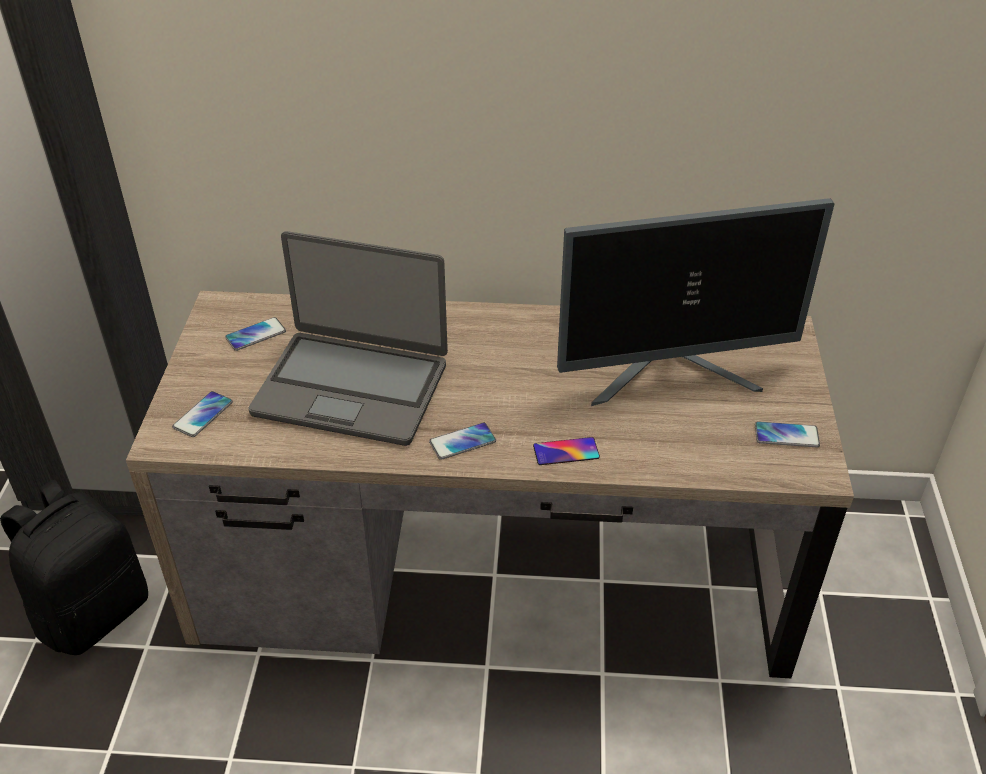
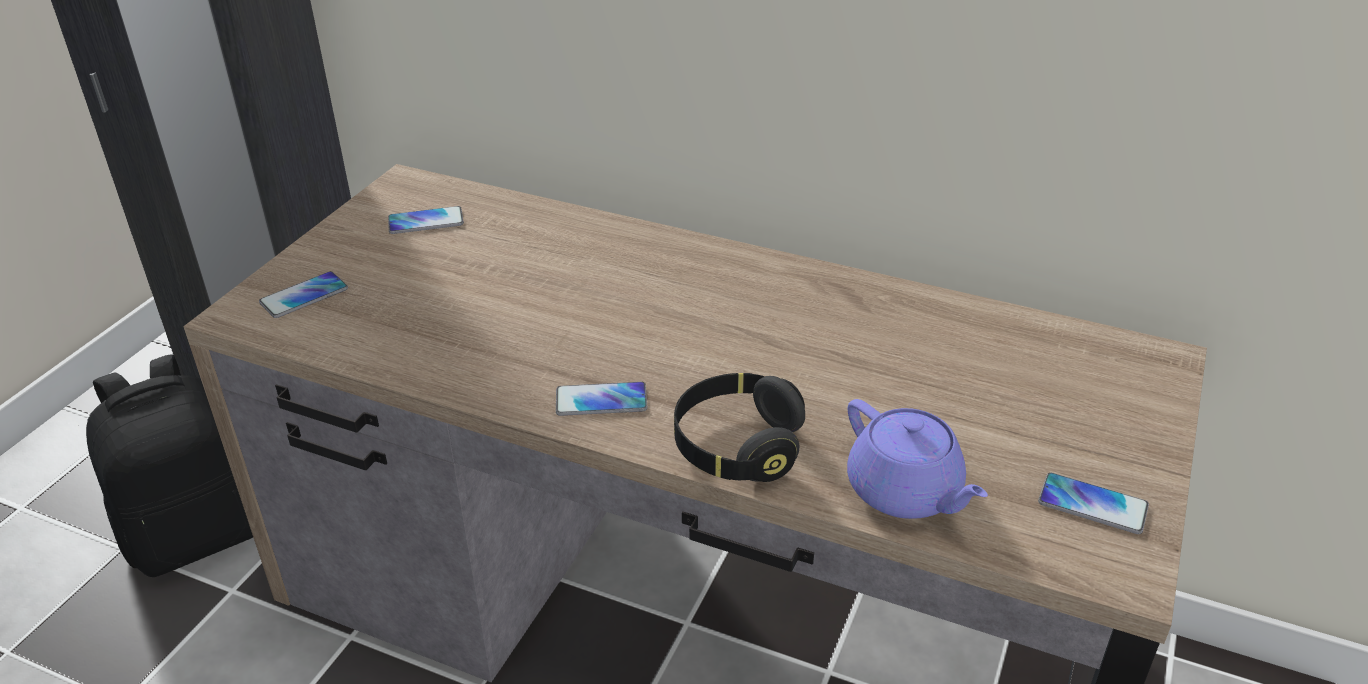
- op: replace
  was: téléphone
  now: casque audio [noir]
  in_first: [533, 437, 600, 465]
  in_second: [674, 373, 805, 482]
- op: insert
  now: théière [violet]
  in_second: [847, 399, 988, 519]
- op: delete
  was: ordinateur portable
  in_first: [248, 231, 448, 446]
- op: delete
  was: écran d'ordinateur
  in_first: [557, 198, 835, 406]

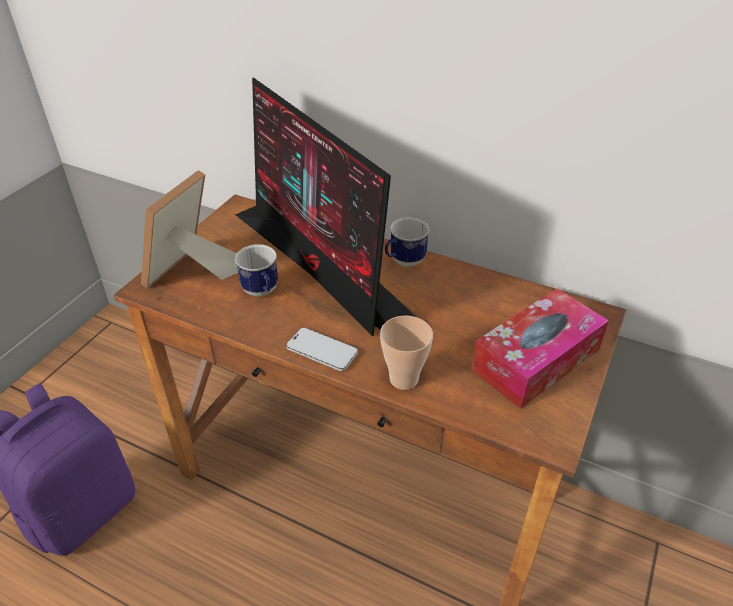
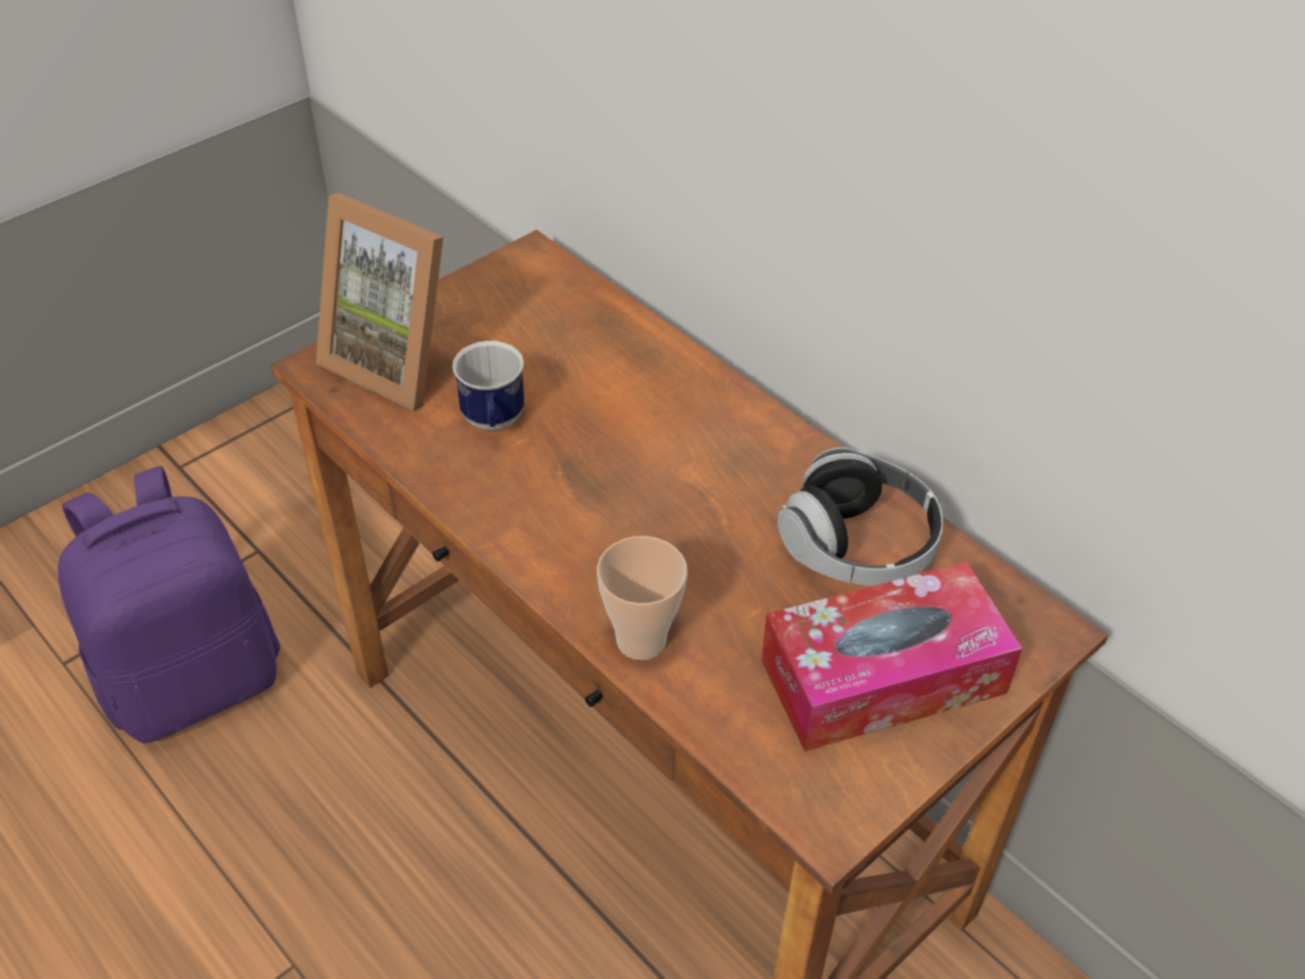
- op: rotate
  was: cadre photo
  in_first: [141, 170, 238, 289]
  in_second: [316, 193, 443, 411]
  clockwise: -105
- op: insert
  now: casque audio
  in_second: [778, 447, 943, 586]
- op: delete
  was: écran d'ordinateur
  in_first: [235, 78, 416, 336]
- op: delete
  was: téléphone
  in_first: [286, 327, 358, 371]
- op: delete
  was: mug
  in_first: [385, 217, 430, 267]

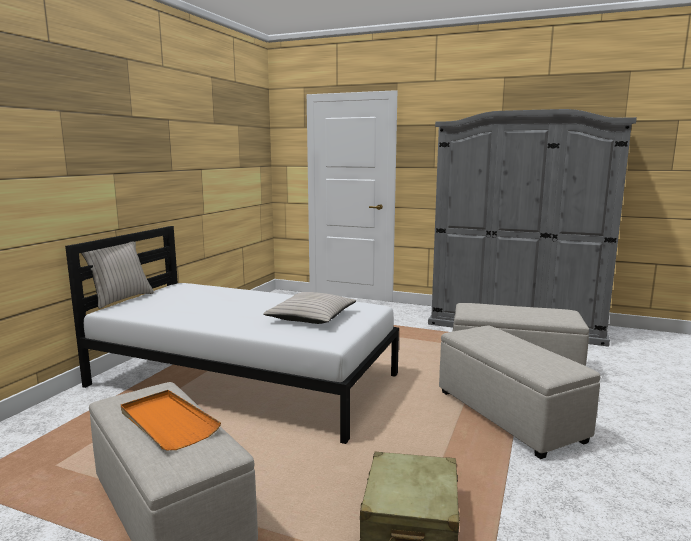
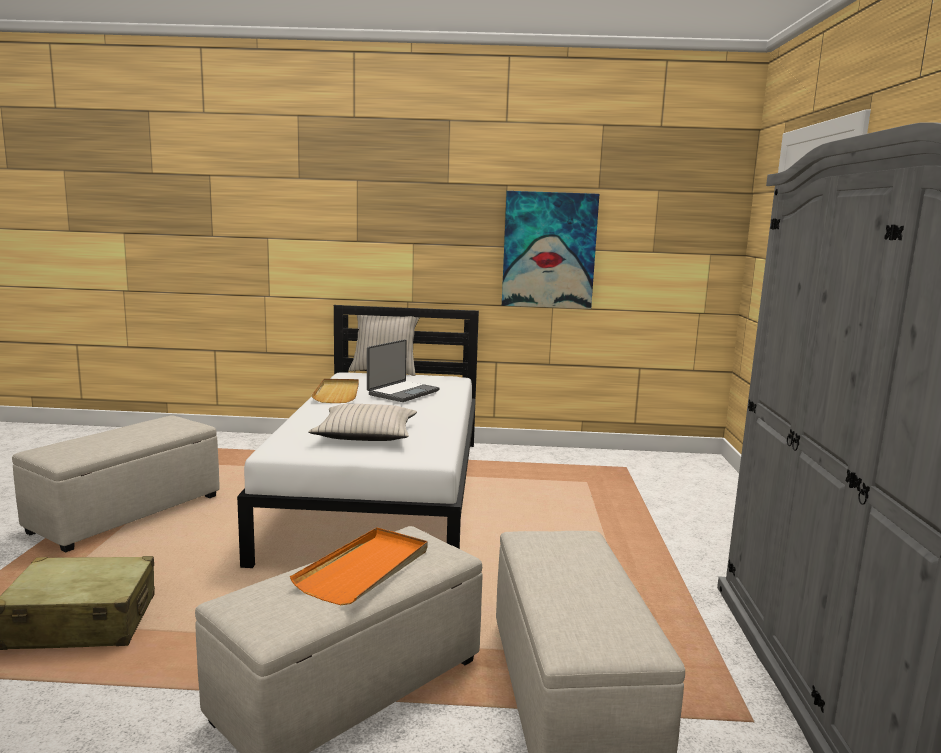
- op: move
  was: plateau [orange]
  in_first: [121, 390, 221, 450]
  in_second: [290, 527, 427, 605]
- op: insert
  now: plateau [beige]
  in_second: [311, 379, 359, 403]
- op: insert
  now: ordinateur portable
  in_second: [367, 339, 440, 402]
- op: insert
  now: tableau
  in_second: [502, 191, 599, 309]

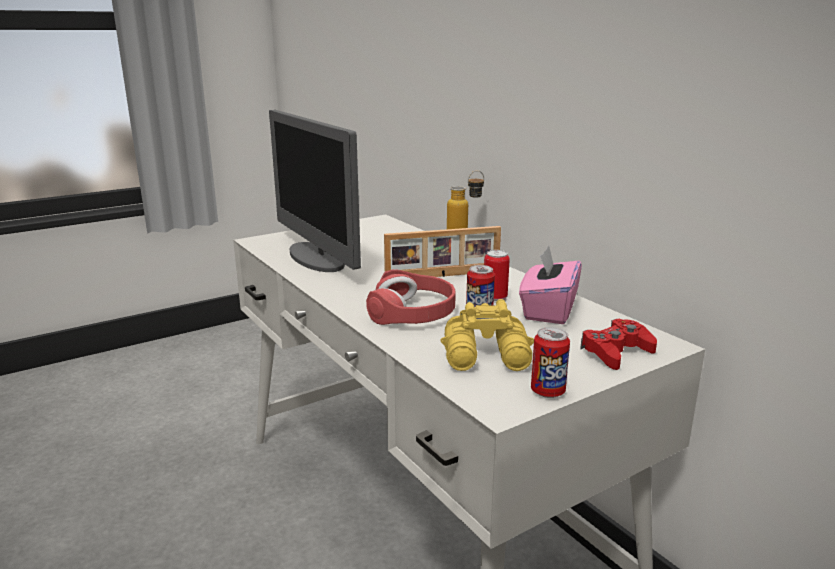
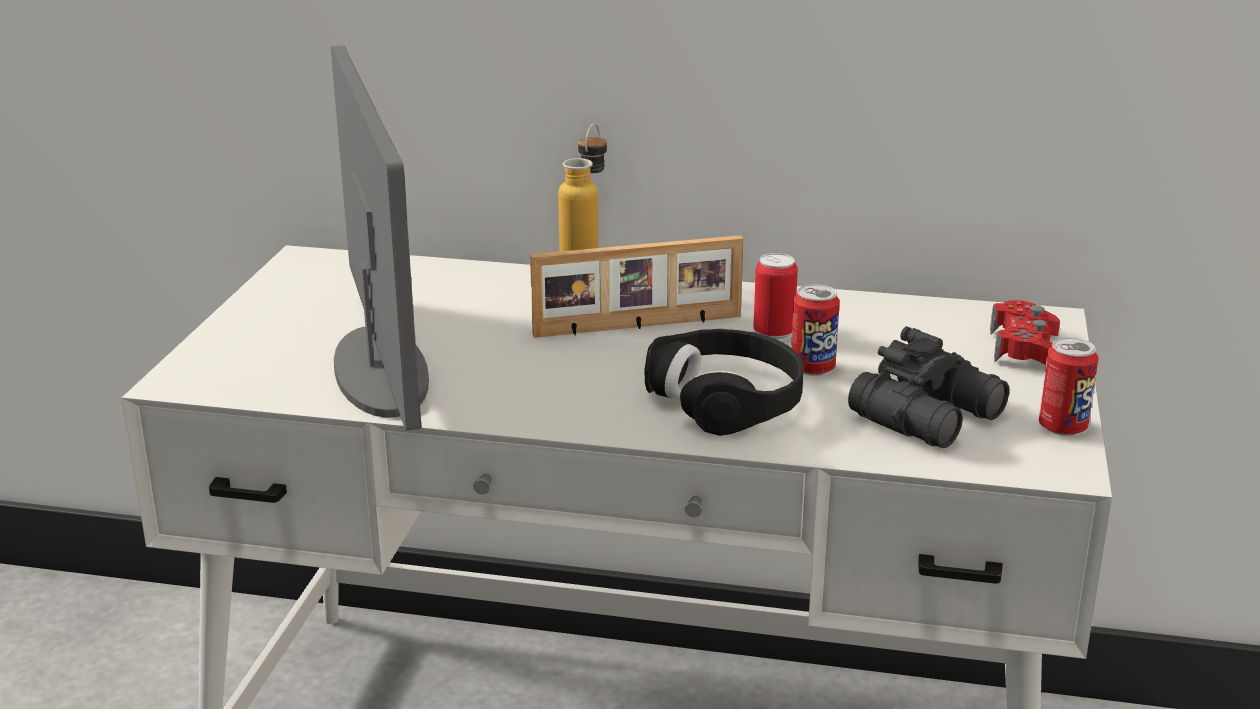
- op: rotate
  was: écran d'ordinateur
  in_first: [269, 110, 361, 272]
  in_second: [331, 45, 429, 431]
  clockwise: -120
- op: rotate
  was: cadre photo
  in_first: [384, 226, 501, 277]
  in_second: [530, 235, 743, 338]
  clockwise: 45
- op: recolor
  was: casque audio [rouge]
  now: casque audio [noir]
  in_first: [366, 269, 456, 325]
  in_second: [644, 329, 804, 436]
- op: recolor
  was: jumelles [jaune]
  now: jumelles [noir]
  in_first: [440, 299, 534, 371]
  in_second: [848, 326, 1009, 448]
- op: delete
  was: boîte à mouchoirs [rose]
  in_first: [519, 246, 582, 324]

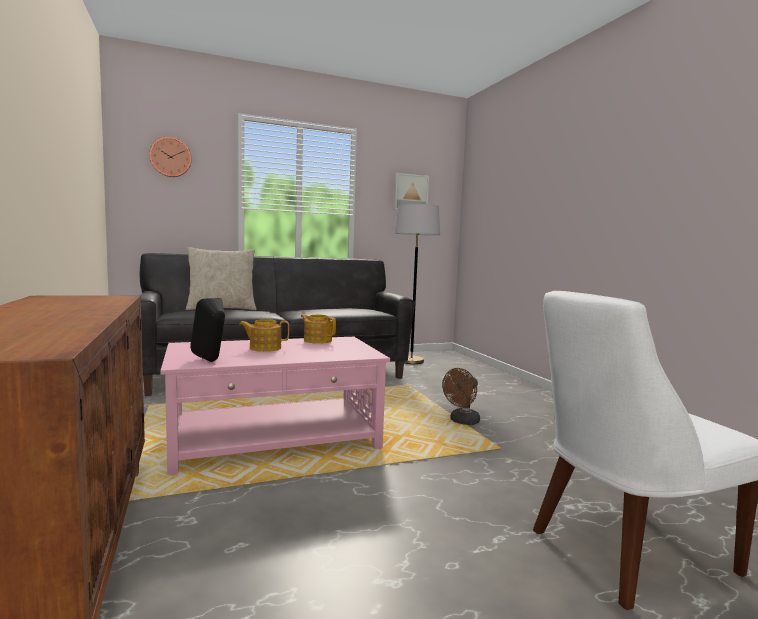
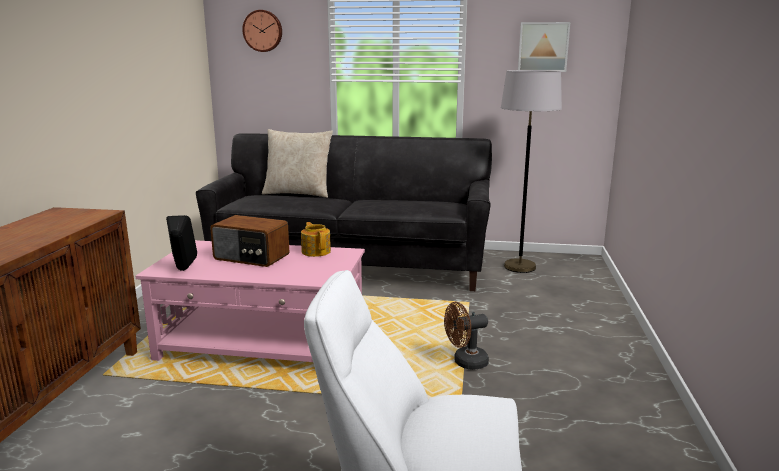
- op: replace
  was: théière
  now: radio
  in_first: [239, 319, 289, 352]
  in_second: [210, 215, 289, 267]

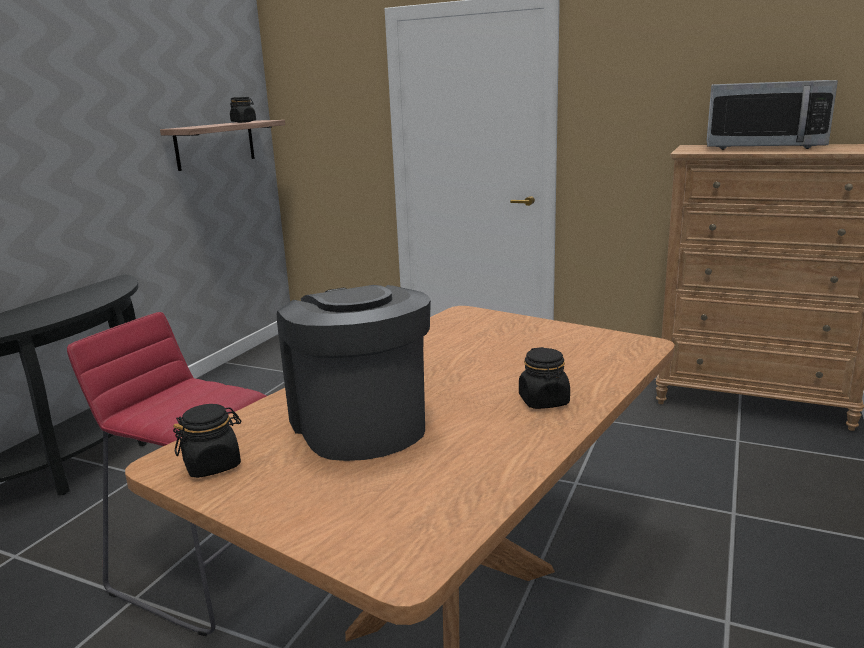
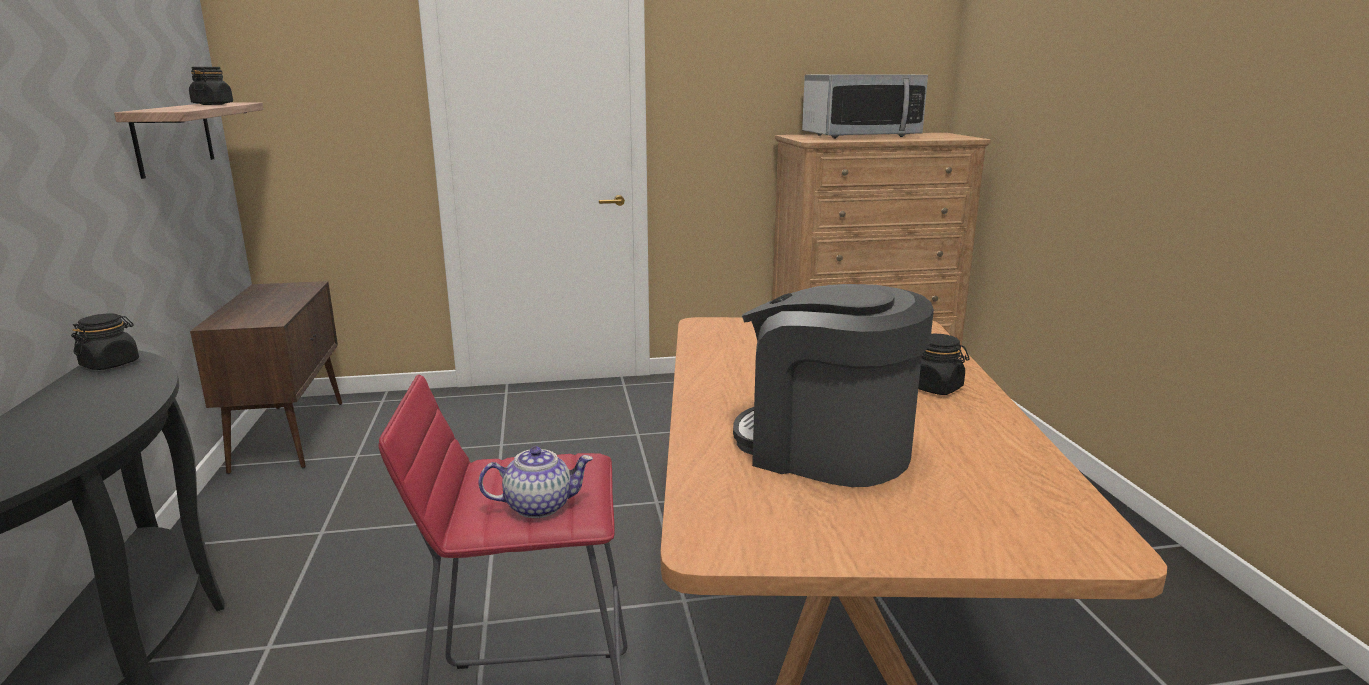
- op: move
  was: bocal [noir]
  in_first: [173, 404, 241, 478]
  in_second: [71, 313, 139, 370]
- op: insert
  now: meuble de rangement [marron]
  in_second: [190, 281, 342, 474]
- op: insert
  now: théière
  in_second: [478, 446, 593, 518]

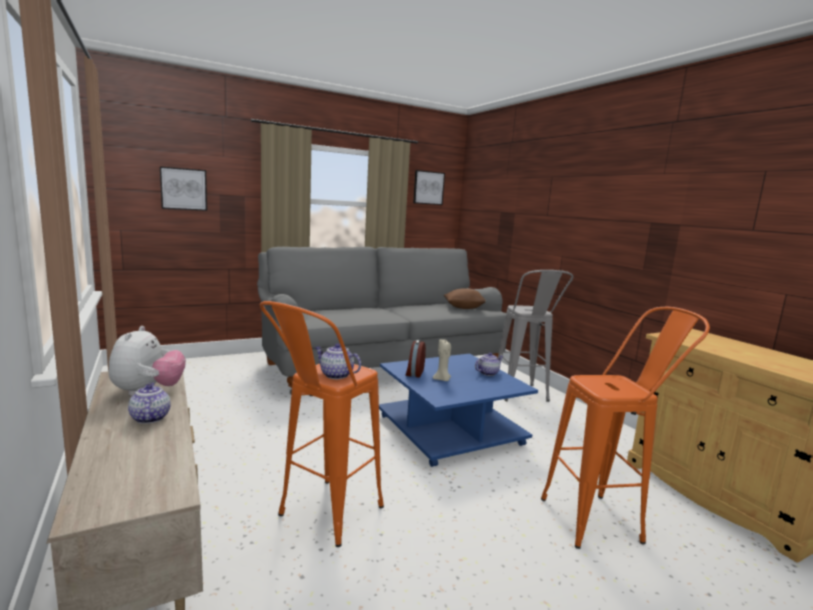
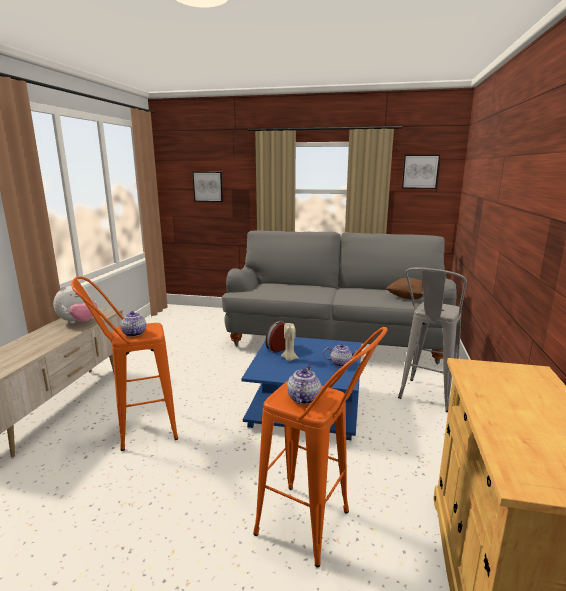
- op: move
  was: théière
  in_first: [128, 383, 171, 424]
  in_second: [287, 365, 321, 404]

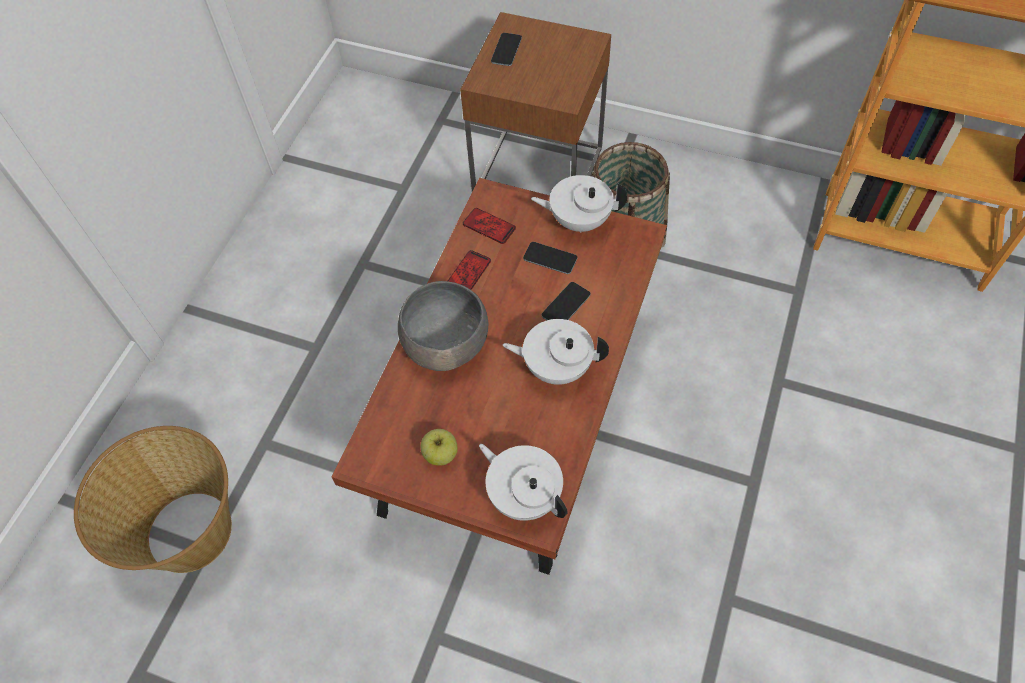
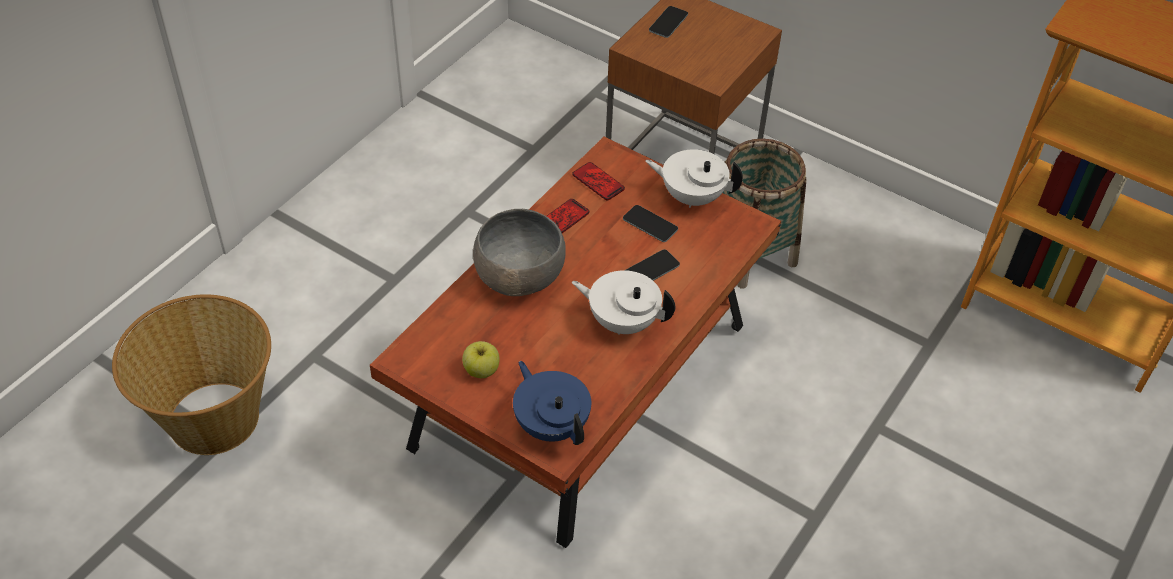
- op: recolor
  was: théière [blanc]
  now: théière [bleu]
  in_first: [479, 444, 568, 521]
  in_second: [513, 361, 591, 445]

